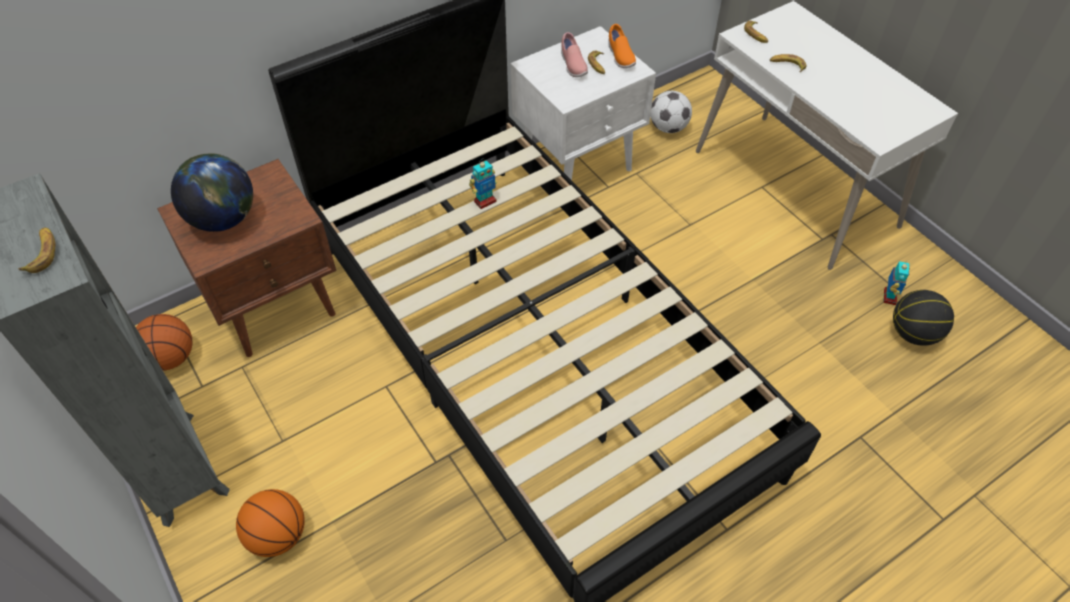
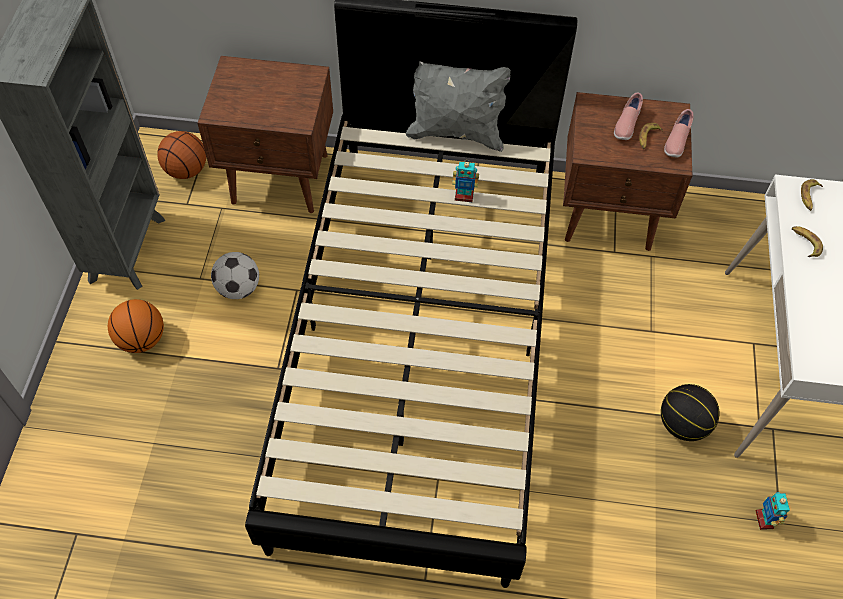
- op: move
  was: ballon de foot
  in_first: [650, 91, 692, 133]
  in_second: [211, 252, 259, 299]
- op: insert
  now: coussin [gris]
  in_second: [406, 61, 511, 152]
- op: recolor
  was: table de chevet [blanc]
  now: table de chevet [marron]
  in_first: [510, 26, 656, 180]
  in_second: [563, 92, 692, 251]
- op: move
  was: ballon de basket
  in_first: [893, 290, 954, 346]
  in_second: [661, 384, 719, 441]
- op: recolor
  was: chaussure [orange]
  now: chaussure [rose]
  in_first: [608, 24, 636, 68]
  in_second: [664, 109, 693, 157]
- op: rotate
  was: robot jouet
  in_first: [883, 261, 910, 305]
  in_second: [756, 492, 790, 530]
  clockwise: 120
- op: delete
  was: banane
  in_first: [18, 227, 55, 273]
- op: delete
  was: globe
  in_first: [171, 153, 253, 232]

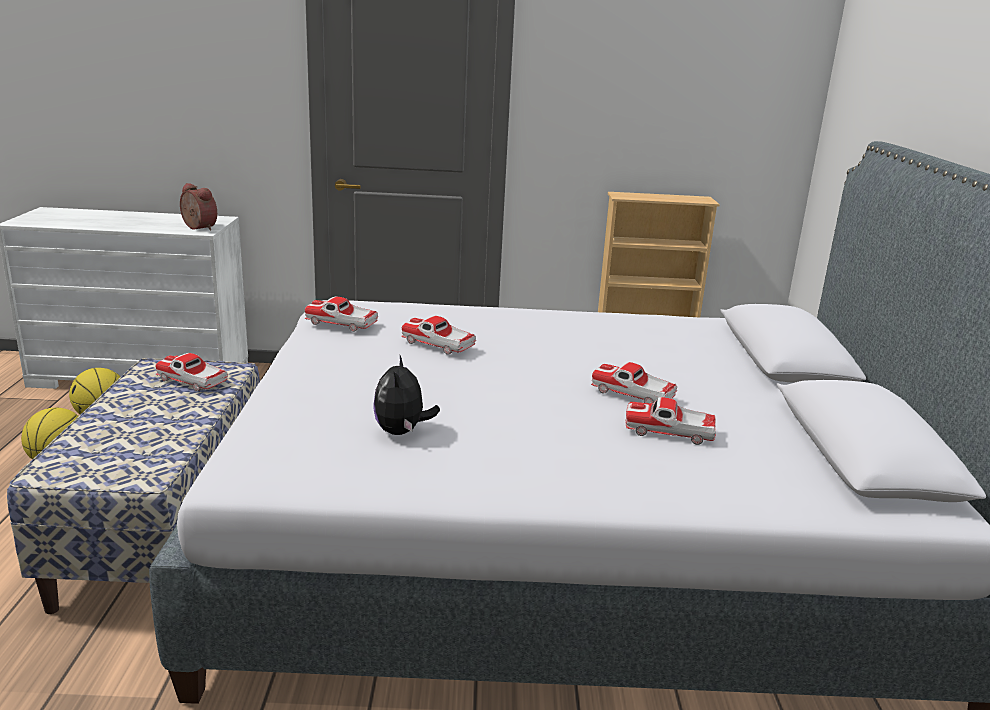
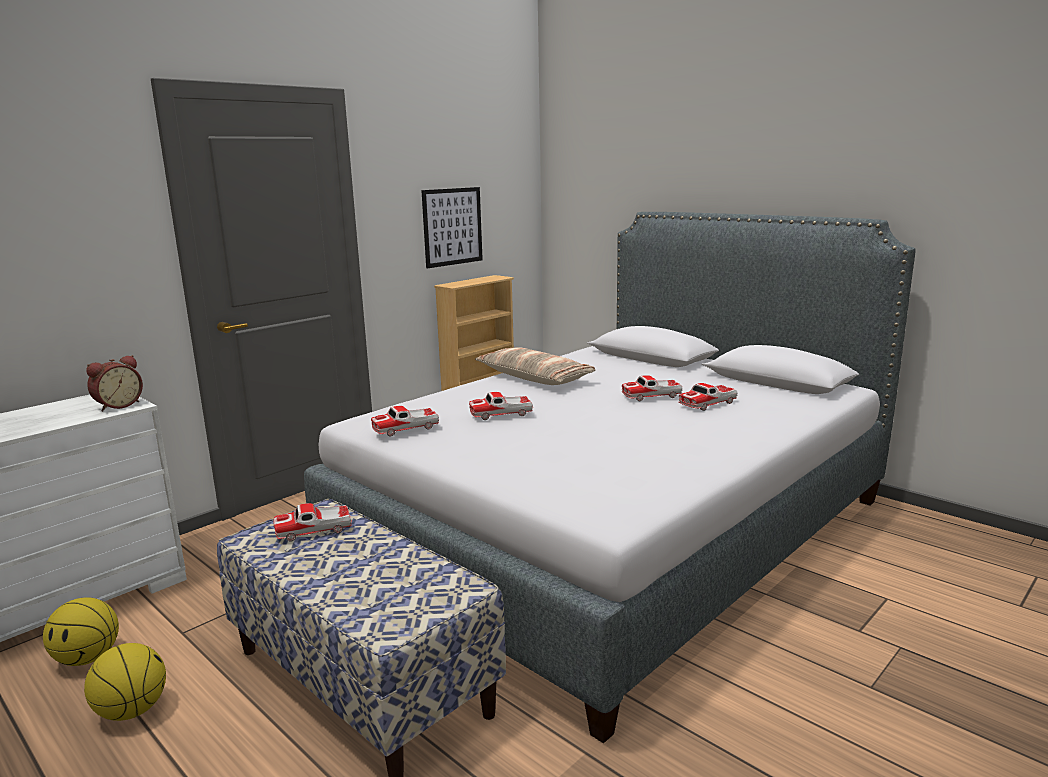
- op: rotate
  was: réveil
  in_first: [180, 183, 217, 231]
  in_second: [86, 355, 143, 411]
  clockwise: 135
- op: insert
  now: tableau
  in_second: [421, 187, 483, 268]
- op: insert
  now: coussin
  in_second: [475, 347, 596, 385]
- op: delete
  was: peluche
  in_first: [374, 356, 440, 435]

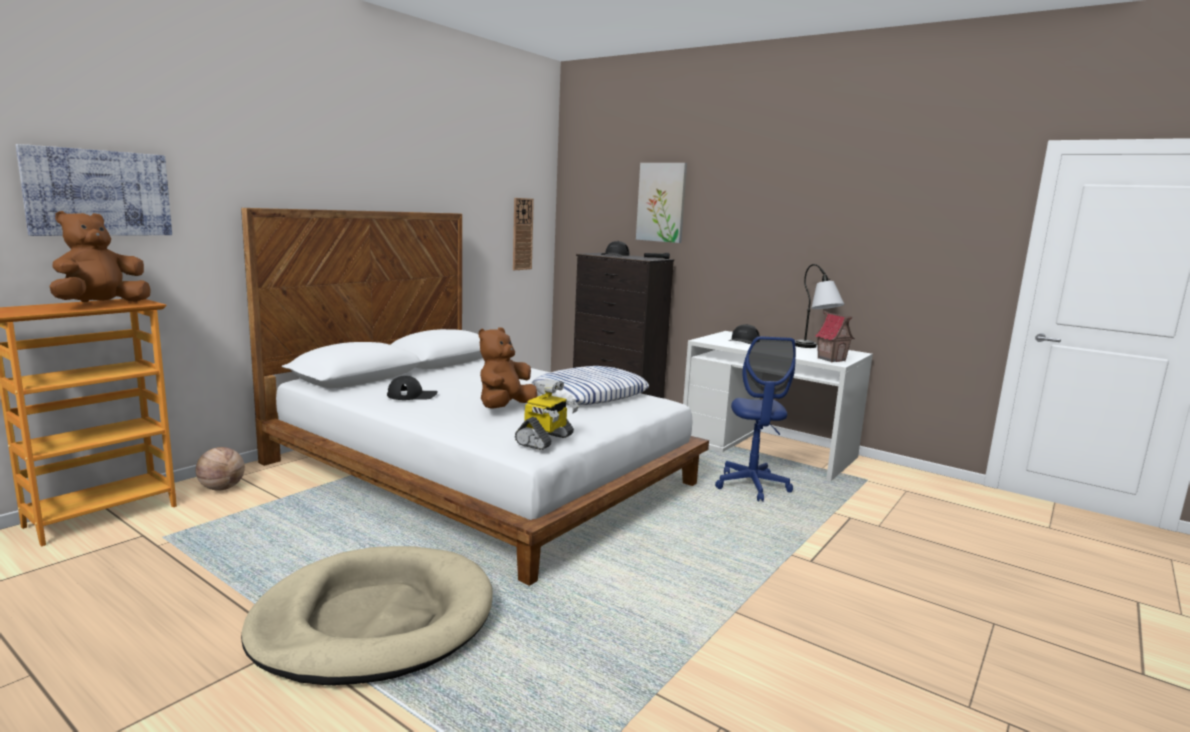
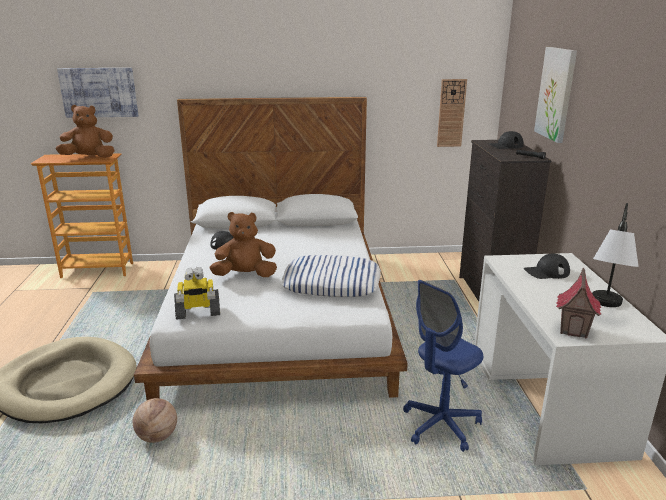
- op: move
  was: ballon de basket
  in_first: [196, 447, 245, 491]
  in_second: [133, 398, 177, 443]

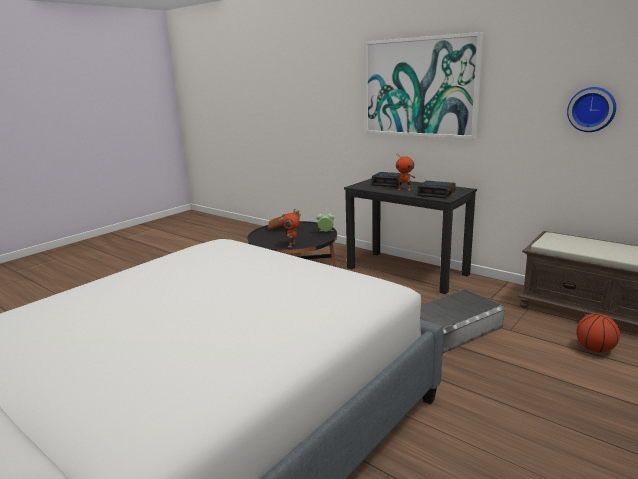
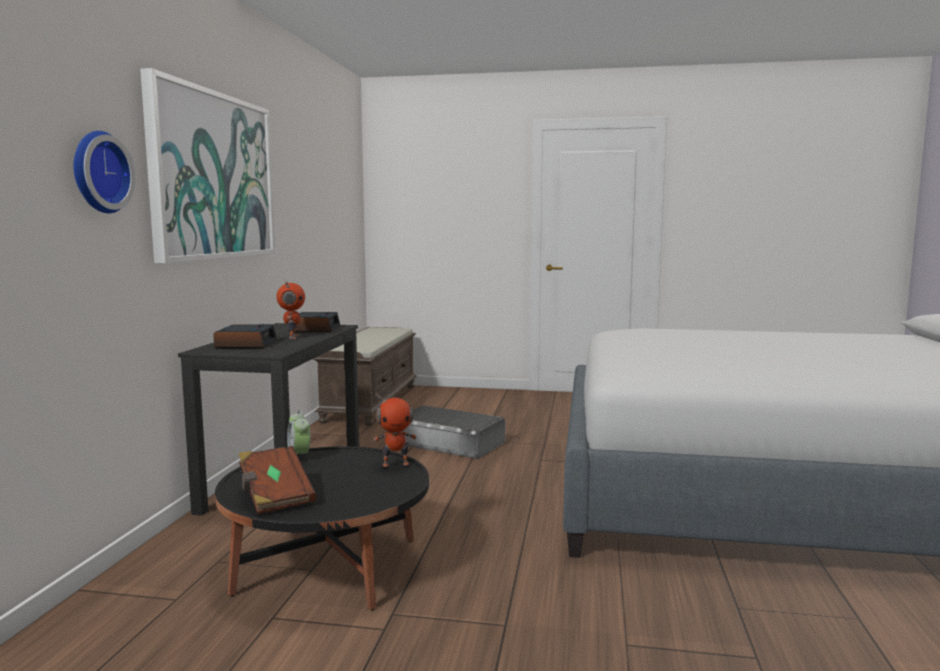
- op: move
  was: horloge murale
  in_first: [567, 87, 616, 132]
  in_second: [73, 131, 135, 213]
- op: delete
  was: ballon de basket
  in_first: [576, 313, 620, 353]

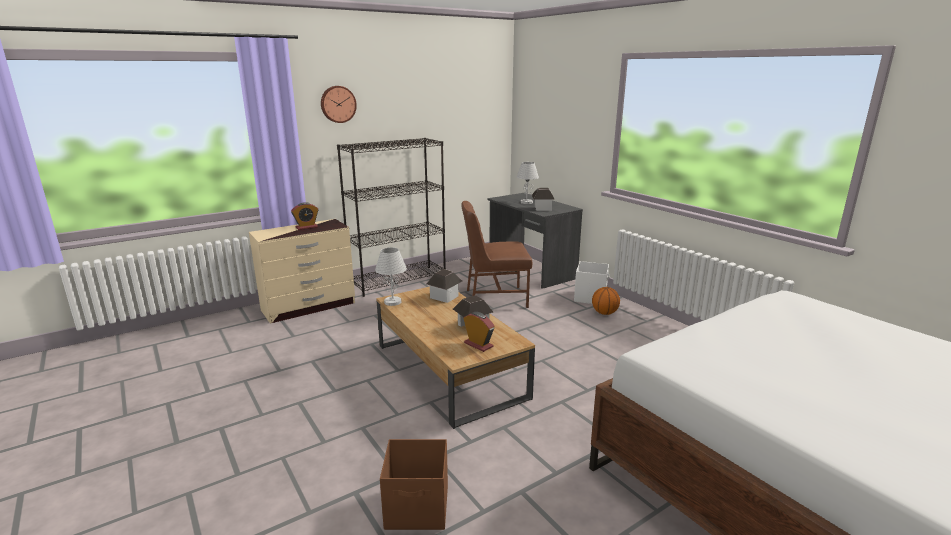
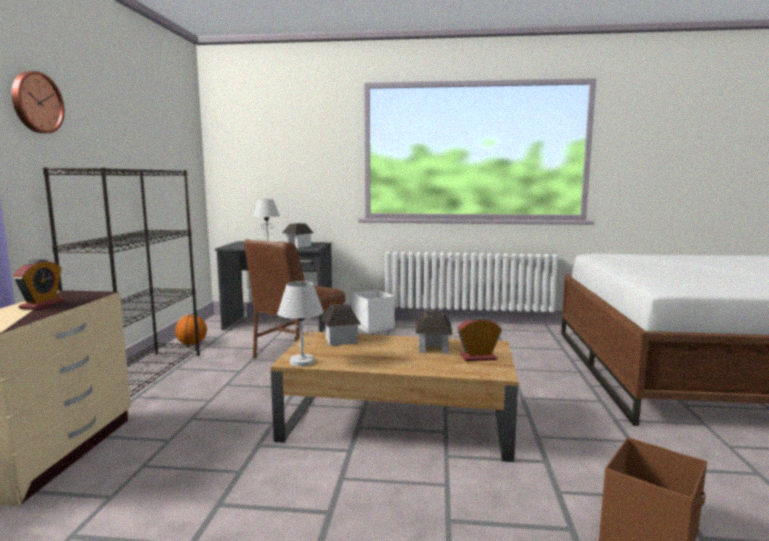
- op: move
  was: ballon de basket
  in_first: [592, 287, 620, 315]
  in_second: [175, 315, 207, 344]

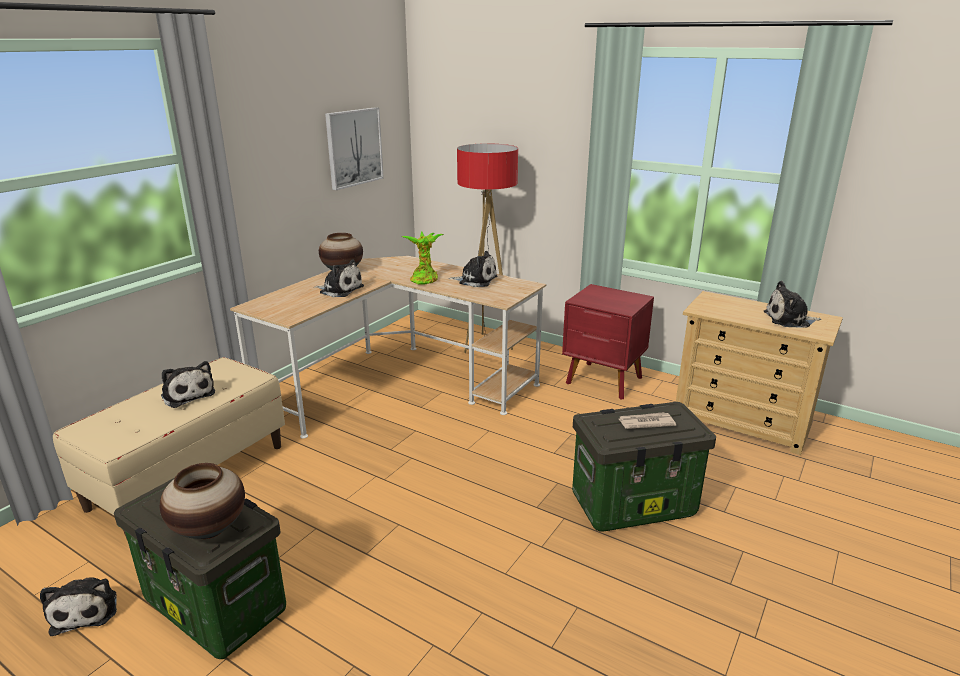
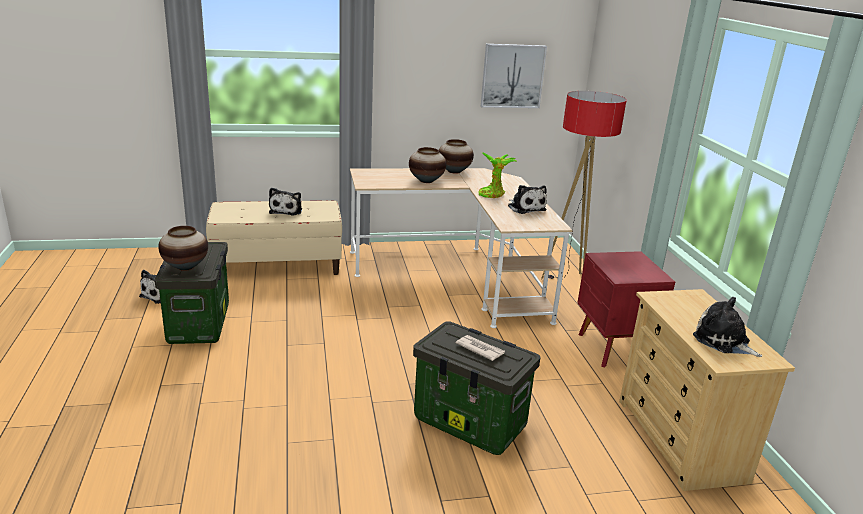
- op: replace
  was: peluche
  now: vase
  in_first: [314, 260, 364, 297]
  in_second: [409, 147, 446, 183]

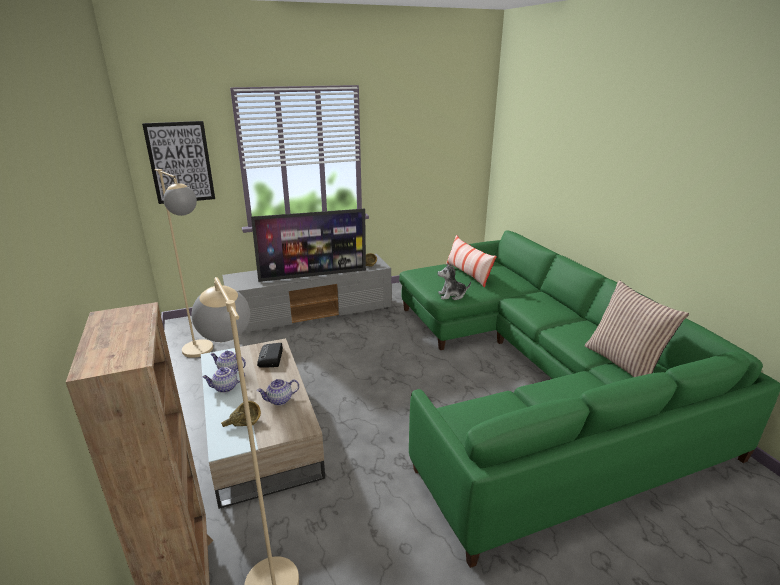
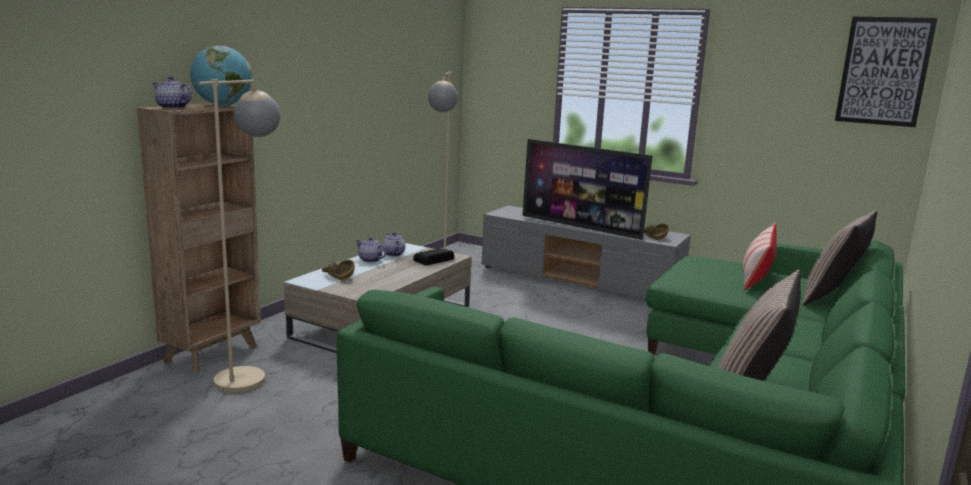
- op: move
  was: théière
  in_first: [257, 379, 299, 405]
  in_second: [152, 76, 192, 109]
- op: insert
  now: globe
  in_second: [190, 46, 252, 106]
- op: insert
  now: coussin
  in_second: [802, 211, 877, 306]
- op: move
  was: tableau
  in_first: [142, 121, 215, 204]
  in_second: [835, 16, 937, 127]
- op: delete
  was: peluche
  in_first: [438, 263, 471, 300]

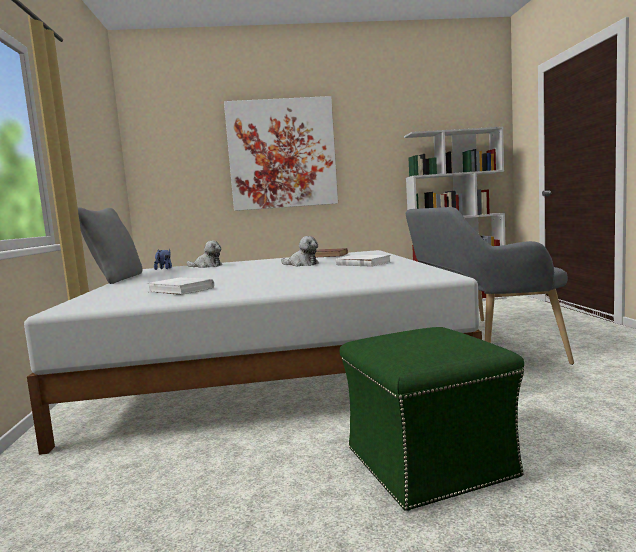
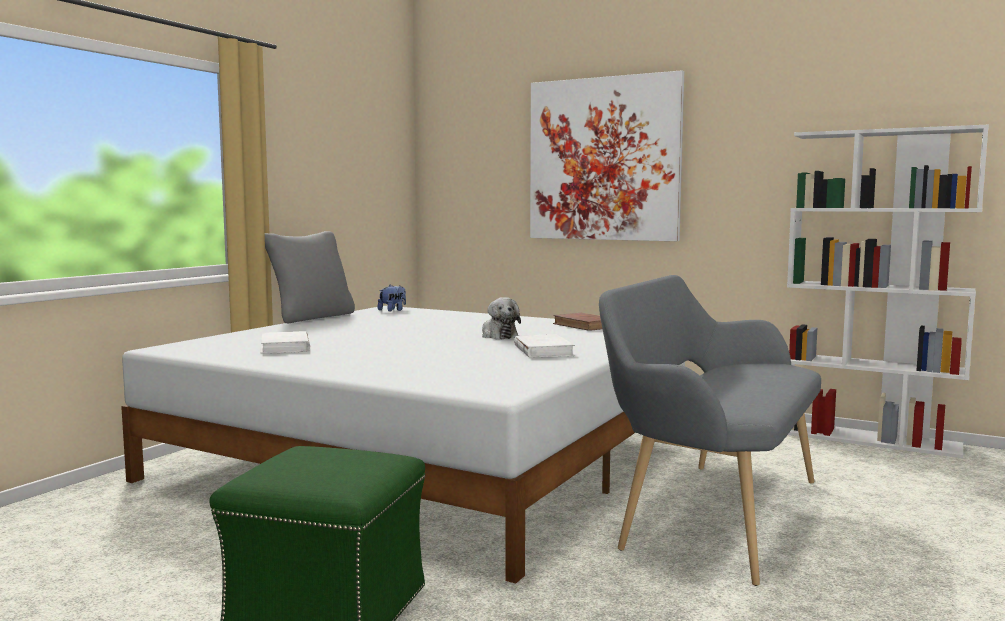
- op: delete
  was: peluche
  in_first: [186, 241, 223, 268]

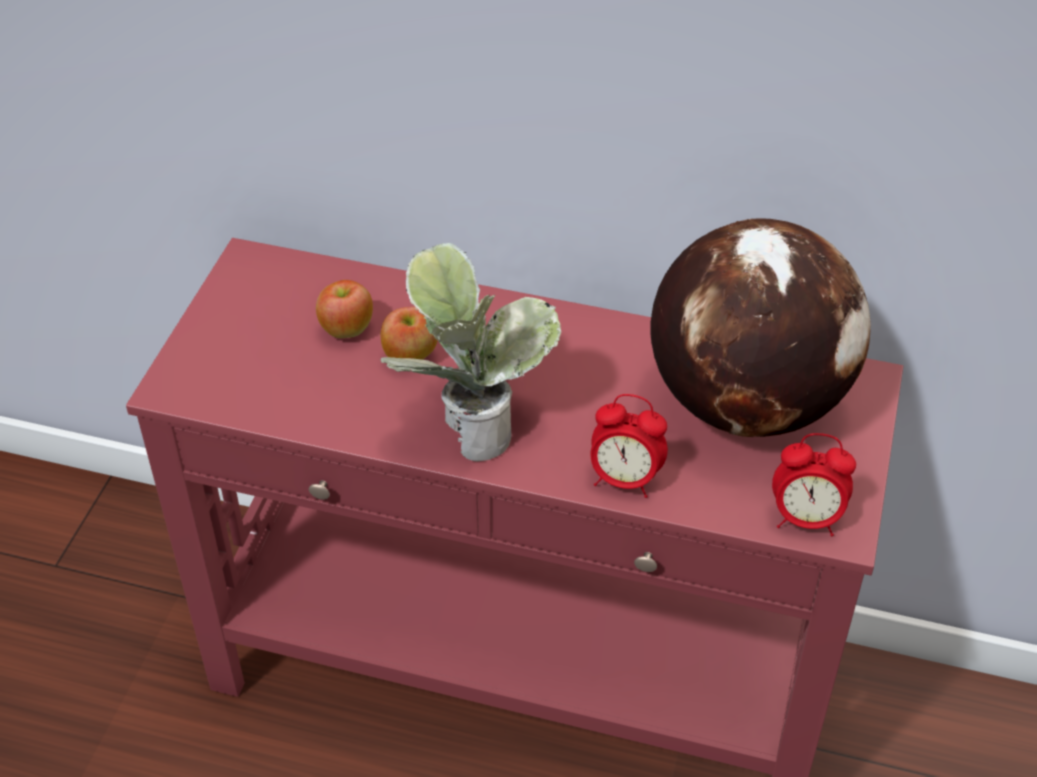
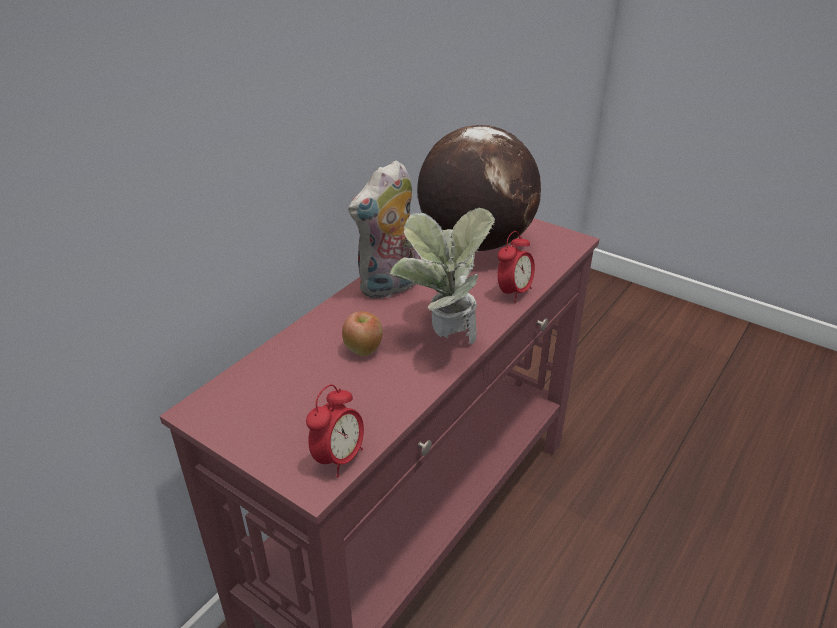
- op: move
  was: réveil
  in_first: [772, 433, 856, 536]
  in_second: [306, 384, 364, 477]
- op: insert
  now: peluche
  in_second: [348, 160, 419, 299]
- op: delete
  was: pomme
  in_first: [316, 280, 373, 338]

